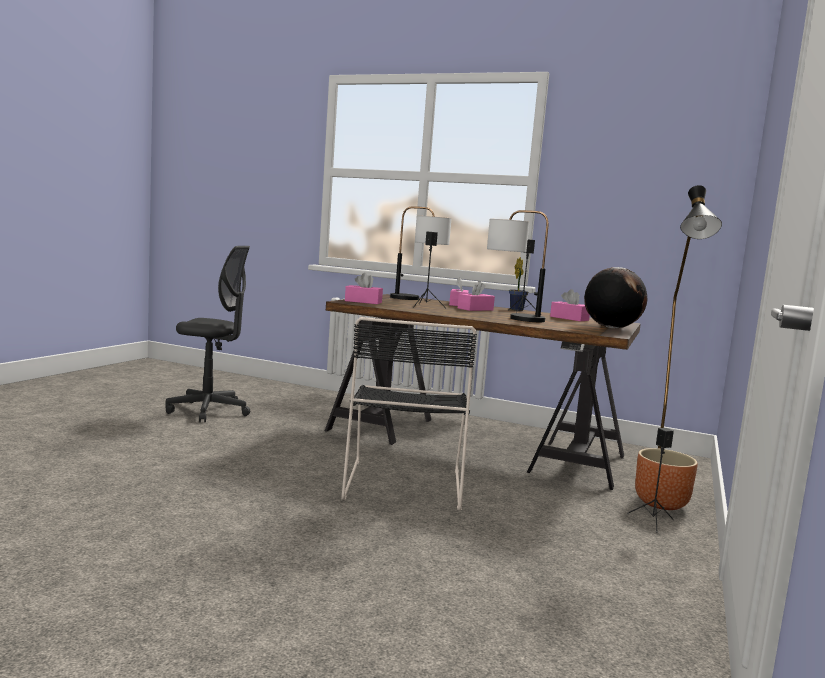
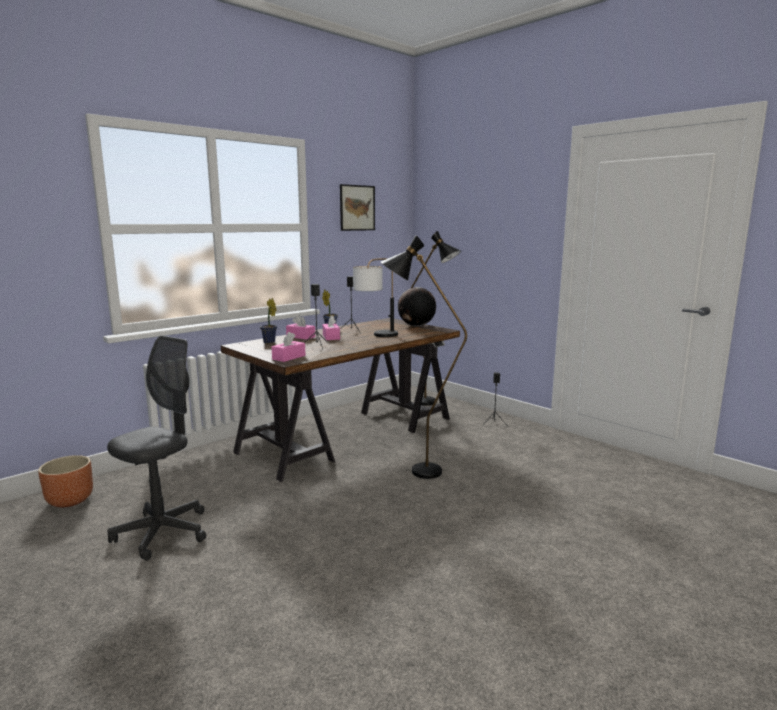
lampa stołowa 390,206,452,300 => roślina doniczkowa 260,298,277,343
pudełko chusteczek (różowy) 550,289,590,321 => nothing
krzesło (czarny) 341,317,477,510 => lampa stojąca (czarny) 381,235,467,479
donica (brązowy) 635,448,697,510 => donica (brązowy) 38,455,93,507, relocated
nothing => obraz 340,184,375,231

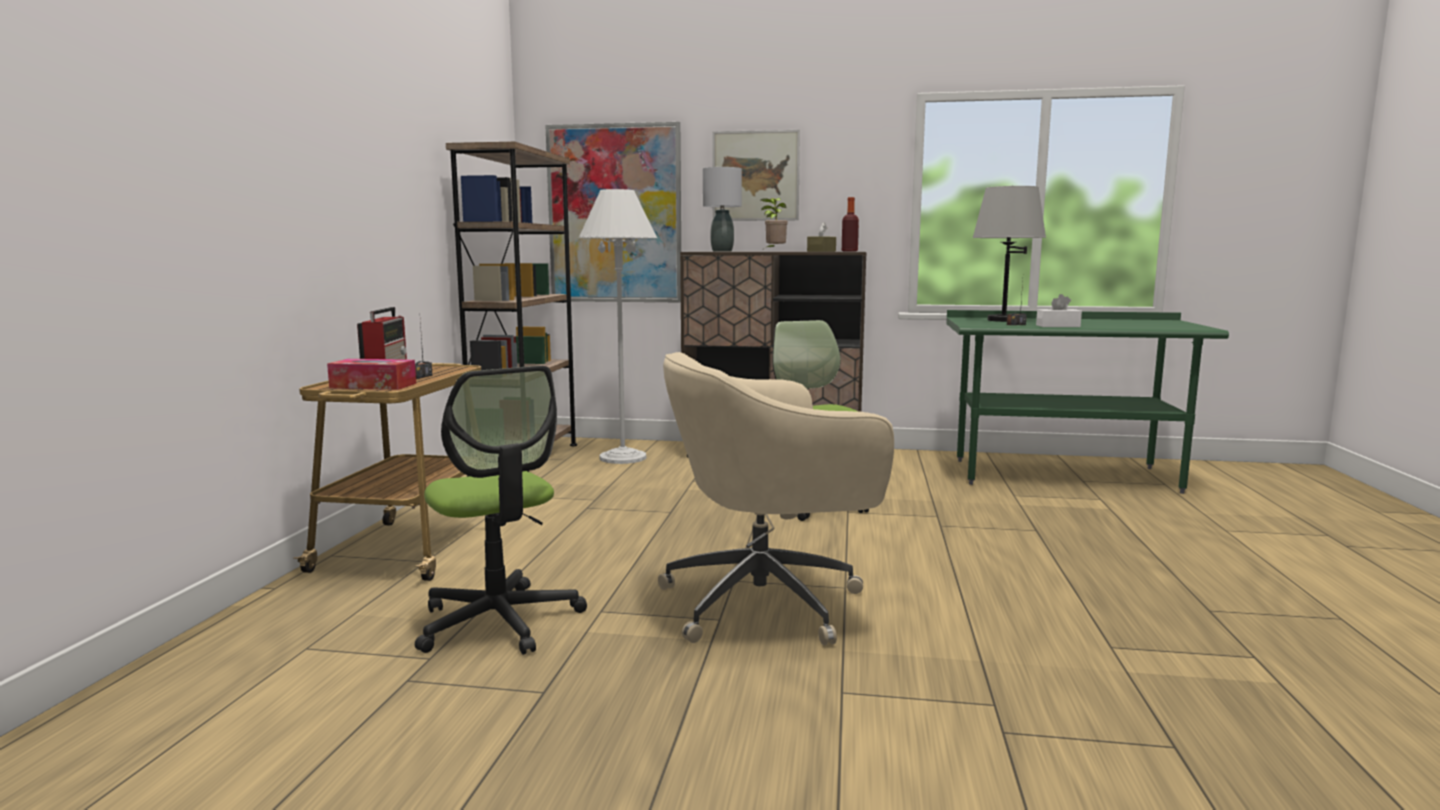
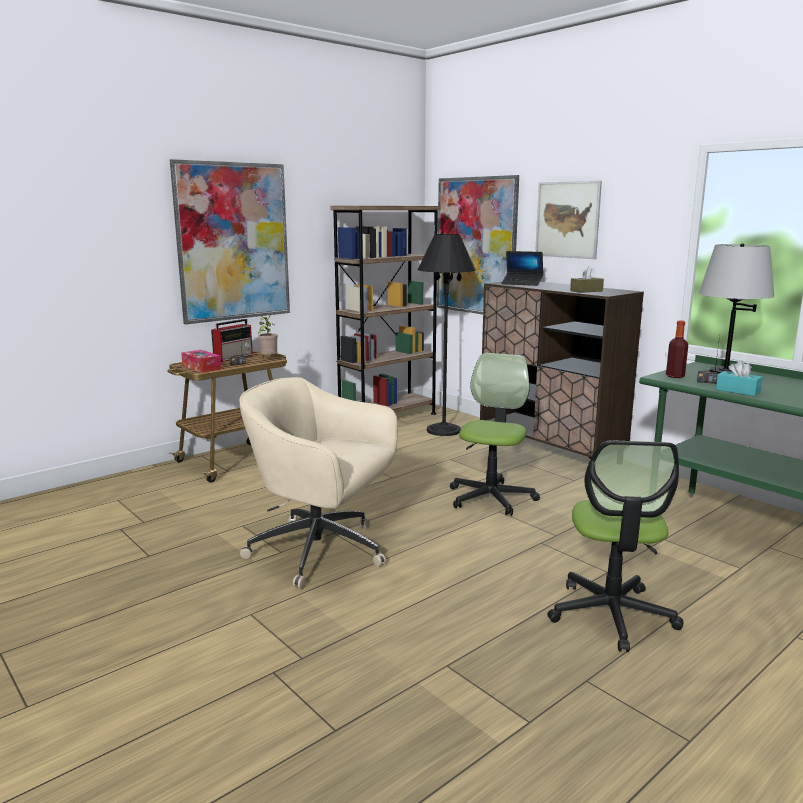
lampa stołowa (szary) 703,167,742,252 => laptop 501,251,543,286
lampa stojąca (biały) 579,189,657,464 => lampa stojąca (czarny) 417,234,476,436
butelka 842,197,859,252 => butelka 666,320,688,378, relocated
roślina doniczkowa 761,198,788,247 => roślina doniczkowa 258,315,278,357, relocated
pudełko chusteczek (biały) 1036,294,1082,327 => pudełko chusteczek (turkusowy) 716,360,763,396
krzesło biurowe 415,366,587,655 => krzesło biurowe 547,440,683,652, relocated
nothing => obraz 170,159,290,325

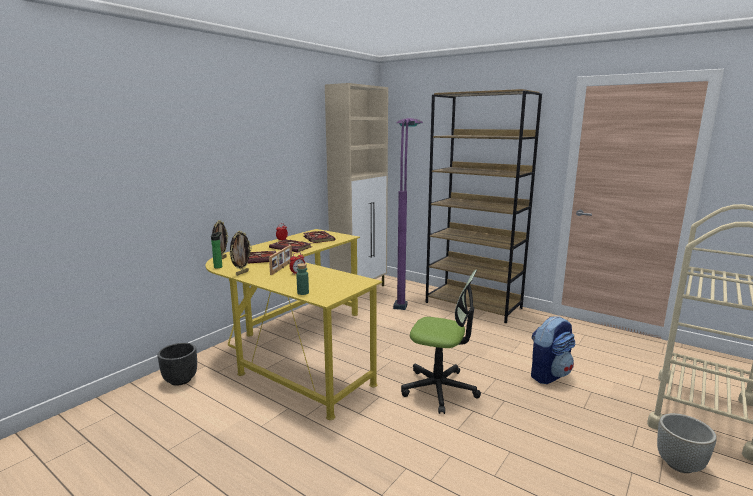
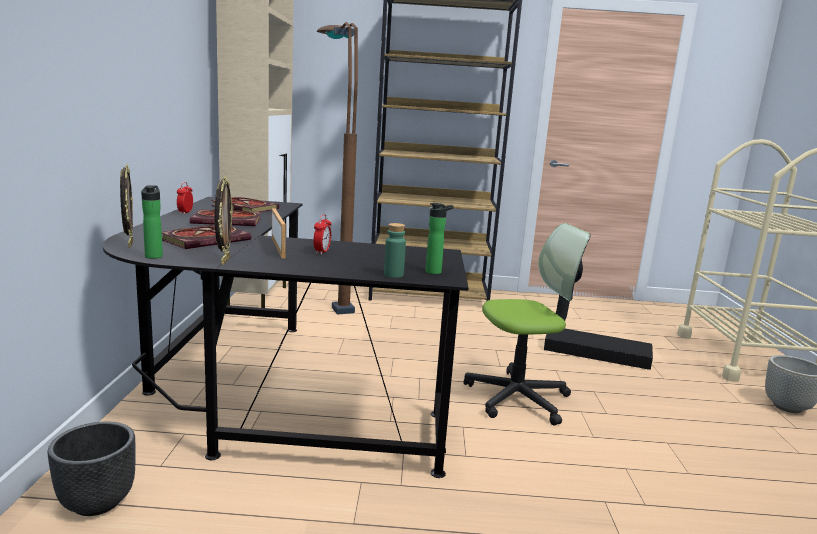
lampa stojąca (fioletowy) 393,118,423,310 => lampa stojąca (brązowy) 317,22,358,315
biurko (żółty) 205,229,382,420 => biurko (czarny) 103,197,468,478
plecak 531,316,575,384 => pojemnik do przechowywania (czarny) 544,329,653,370
nothing => butelka 425,203,454,274

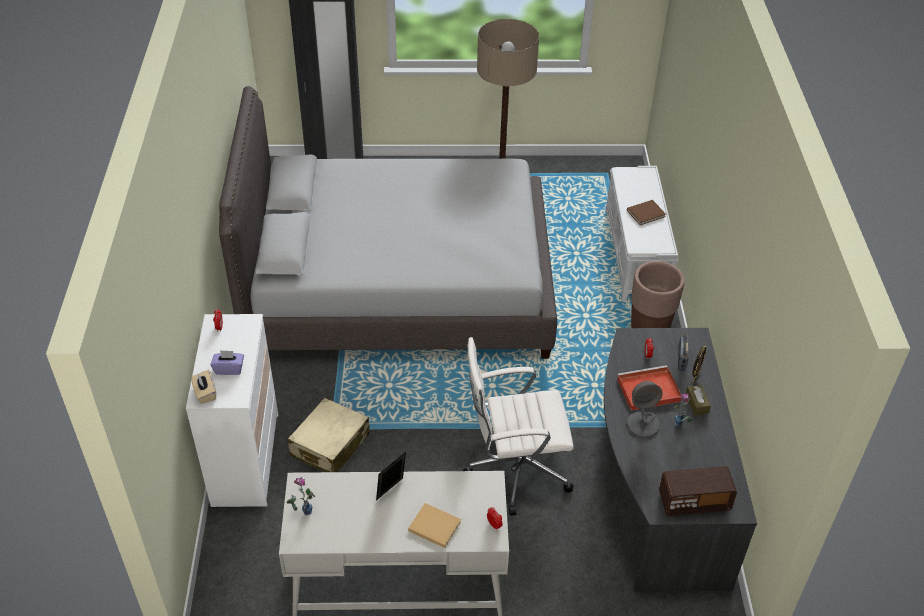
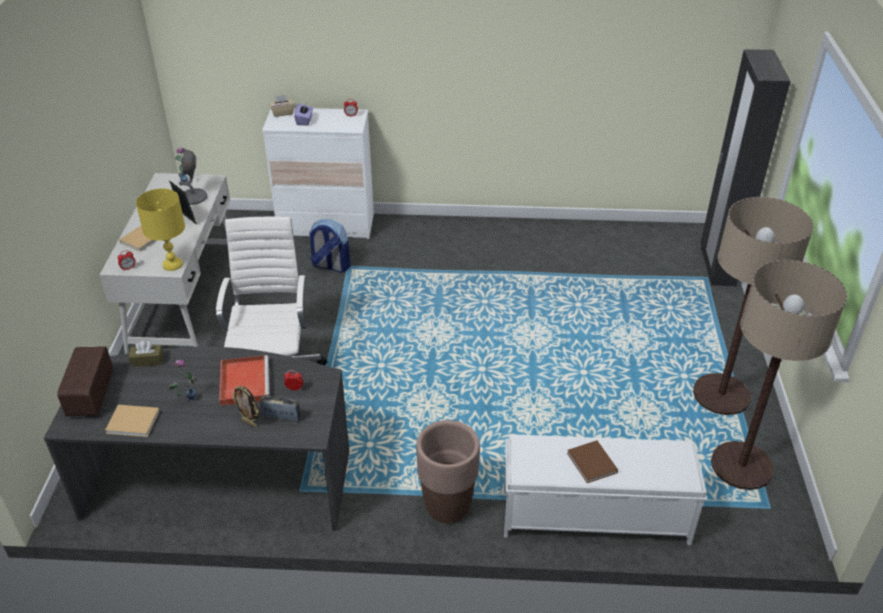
łóżko (szary) 219,86,557,359 => nothing
lampa stołowa (szary) 627,381,663,438 => lampa stołowa (szary) 179,148,207,205, relocated
pudełko chusteczek (brązowy) 686,385,711,416 => pudełko chusteczek (brązowy) 129,341,164,367, relocated
walizka (beżowy) 288,398,370,472 => plecak 309,219,351,273
nothing => lampa stołowa (żółty) 136,189,185,271
nothing => lampa stojąca 711,260,847,490
nothing => książka (beżowy) 105,405,160,437

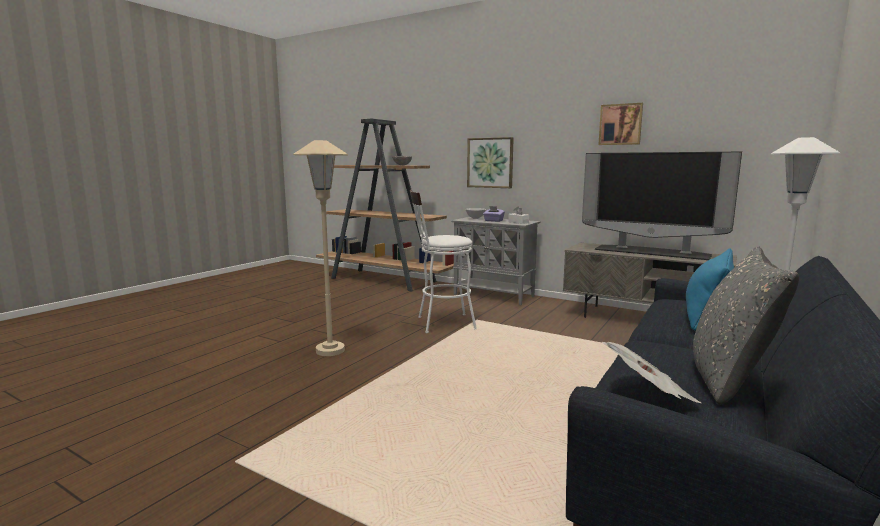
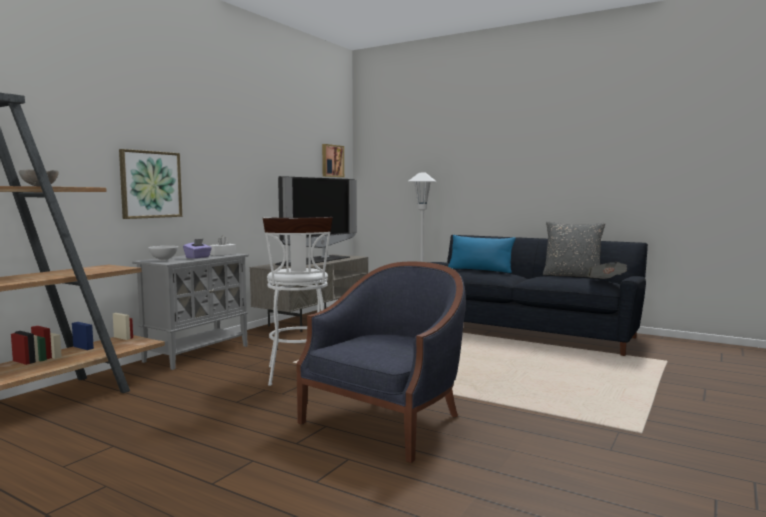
obraz 598,103,643,145 => obraz 322,144,344,177, relocated
lampa stojąca (beżowy) 293,140,348,356 => fotel (niebieski) 296,261,466,463

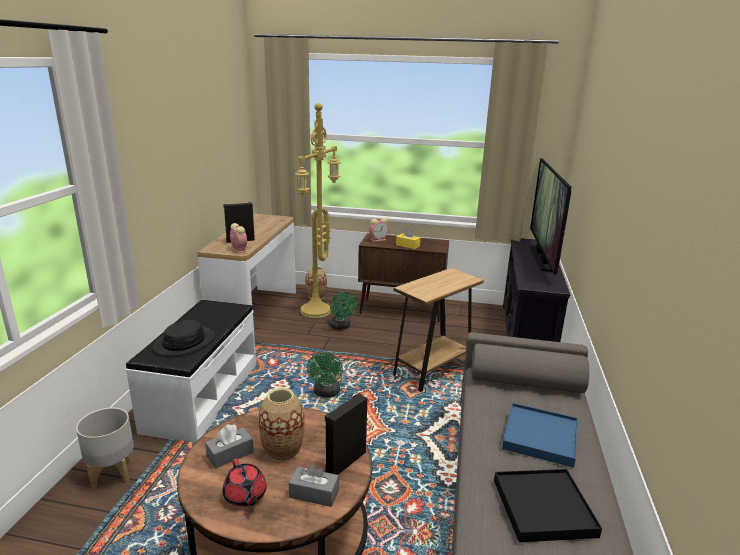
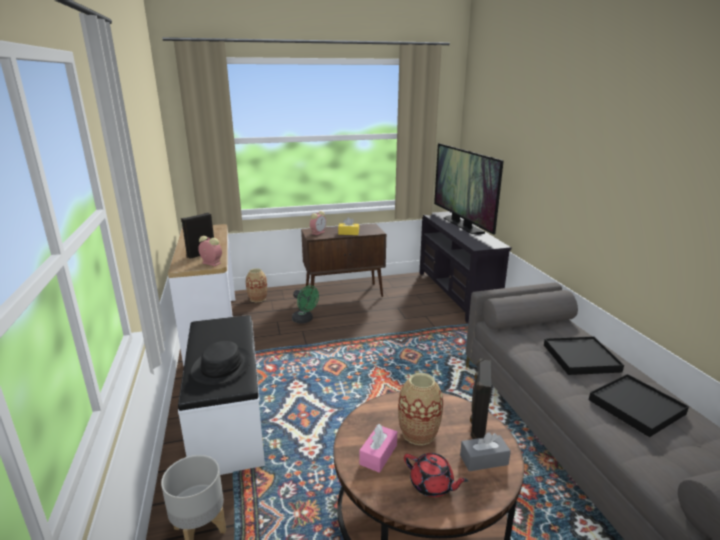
lampa stojąca (żółty) 295,103,341,318 => nothing
stolik (brązowy) 393,268,484,392 => nothing
wentylator (zielony) 307,352,343,397 => nothing
taca (niebieski) 502,403,578,468 => taca (czarny) 544,336,624,375
pudełko chusteczek (szary) 205,424,254,469 => pudełko chusteczek (różowy) 359,424,397,473

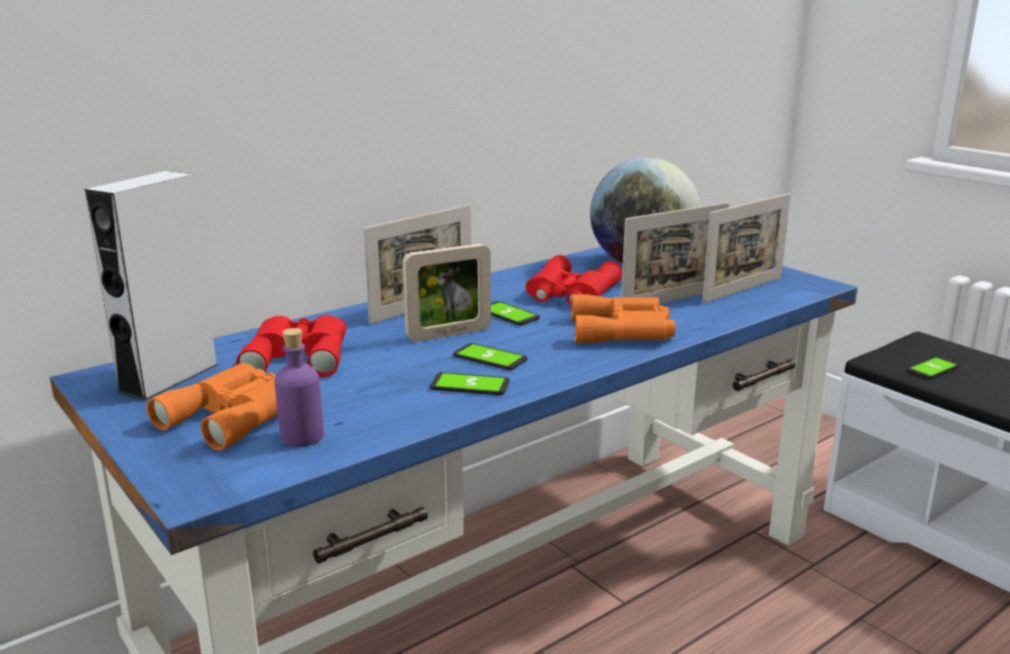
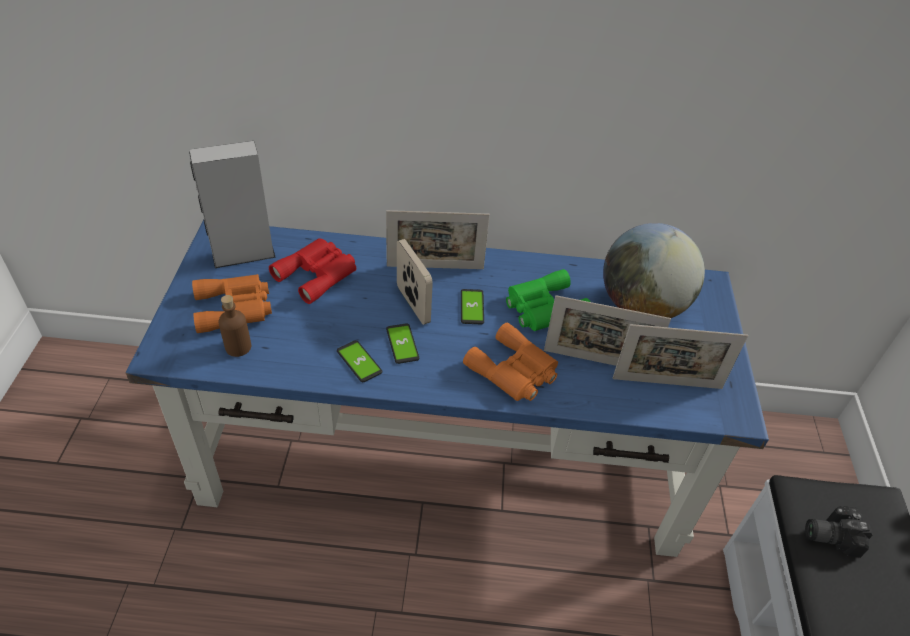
ramka na zdjęcie 402,243,491,342 => ramka na zdjęcie 397,239,433,325, 135 degrees counterclockwise
lornetka (czerwony) 526,255,622,306 => lornetka (zielony) 506,269,590,331
butelka (fioletowy) 274,328,324,447 => butelka (brązowy) 218,295,251,357
telefon 907,357,959,379 => aparat fotograficzny 805,506,873,558

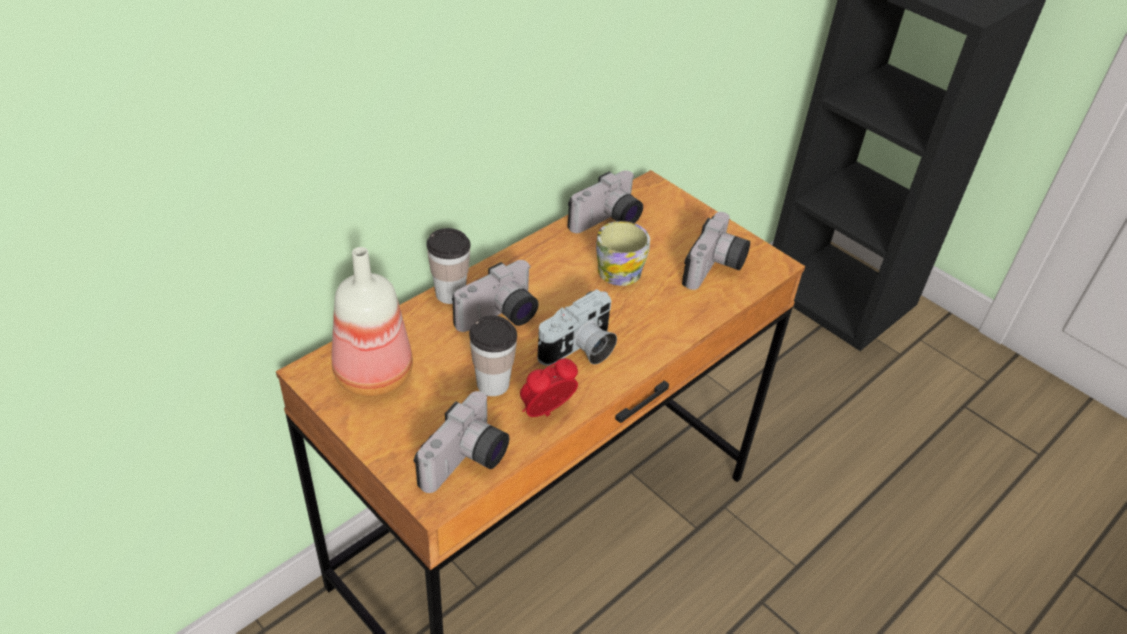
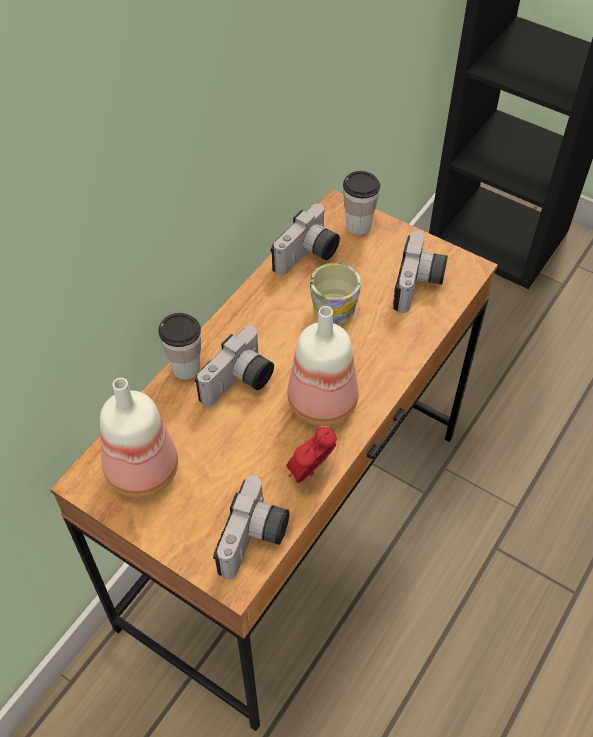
aparat fotograficzny 537,289,617,366 => butelka 287,306,359,426
filiżanka 469,315,517,396 => filiżanka 343,171,380,235, relocated

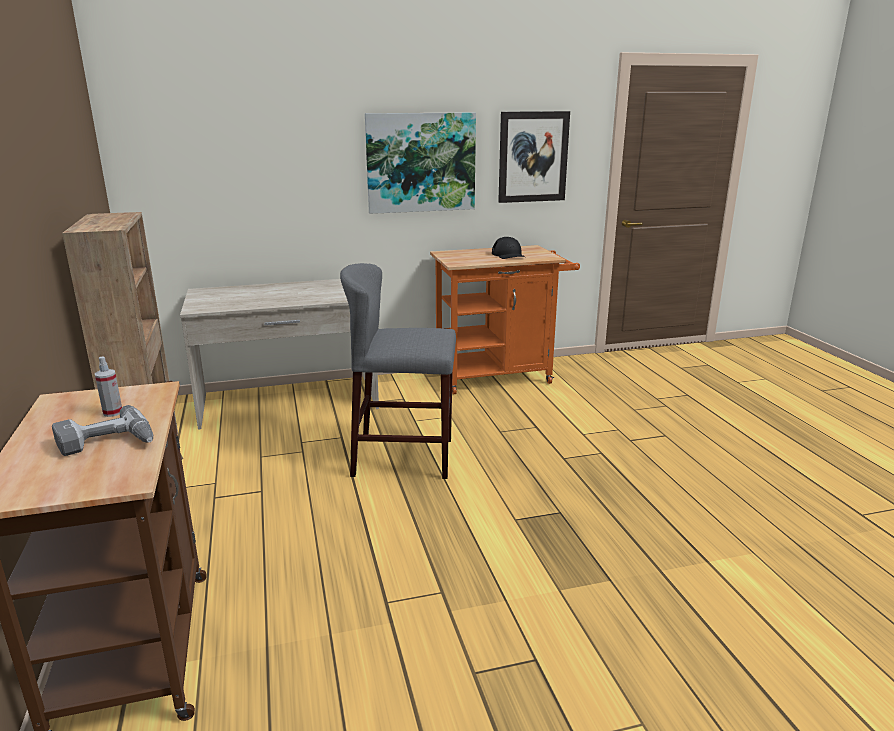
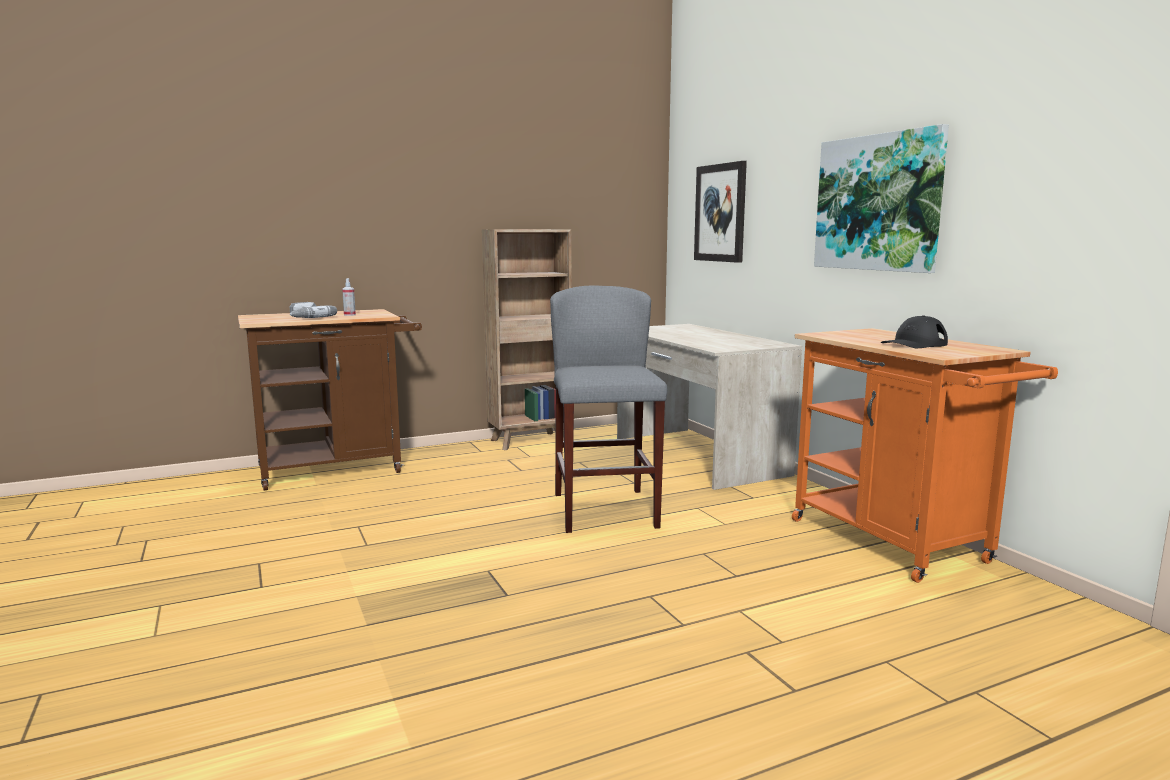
obraz 498,111,570,203 => obraz 694,161,747,263, relocated

